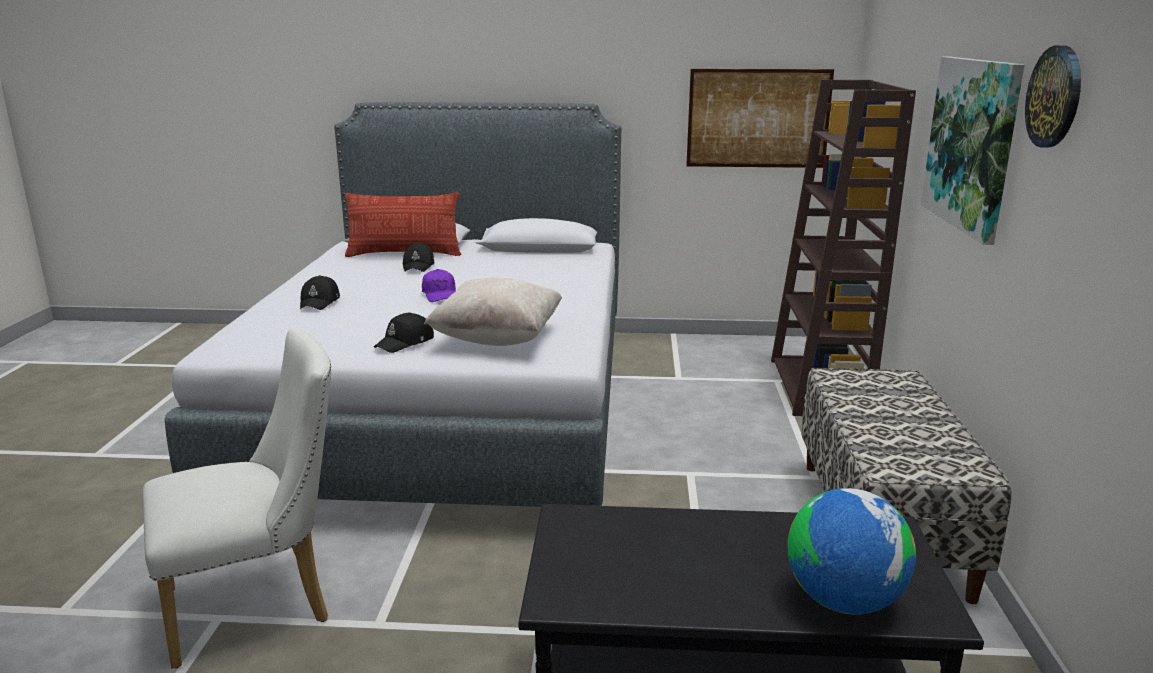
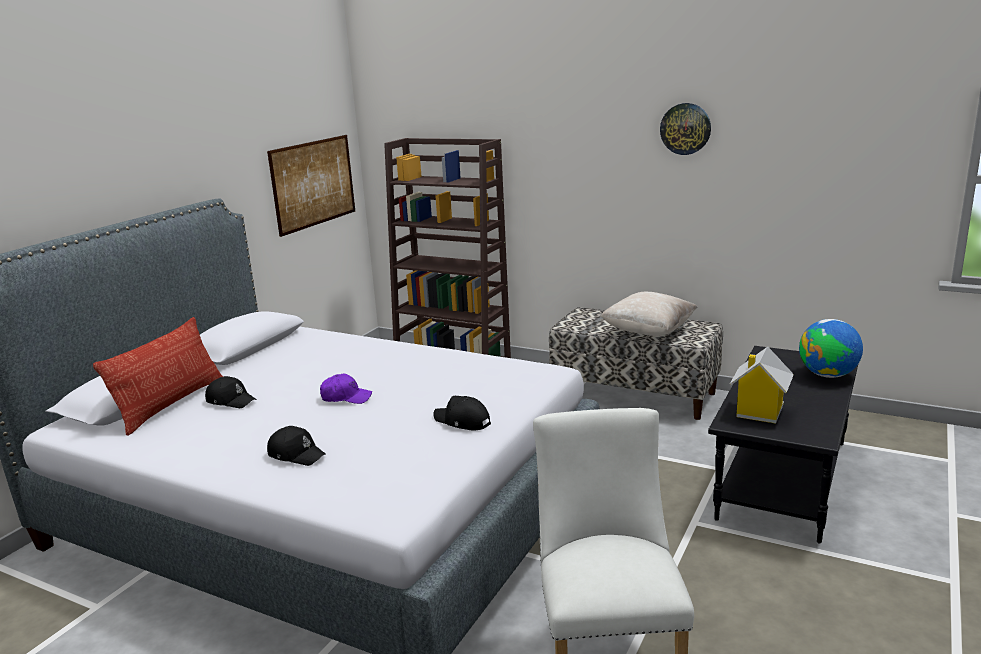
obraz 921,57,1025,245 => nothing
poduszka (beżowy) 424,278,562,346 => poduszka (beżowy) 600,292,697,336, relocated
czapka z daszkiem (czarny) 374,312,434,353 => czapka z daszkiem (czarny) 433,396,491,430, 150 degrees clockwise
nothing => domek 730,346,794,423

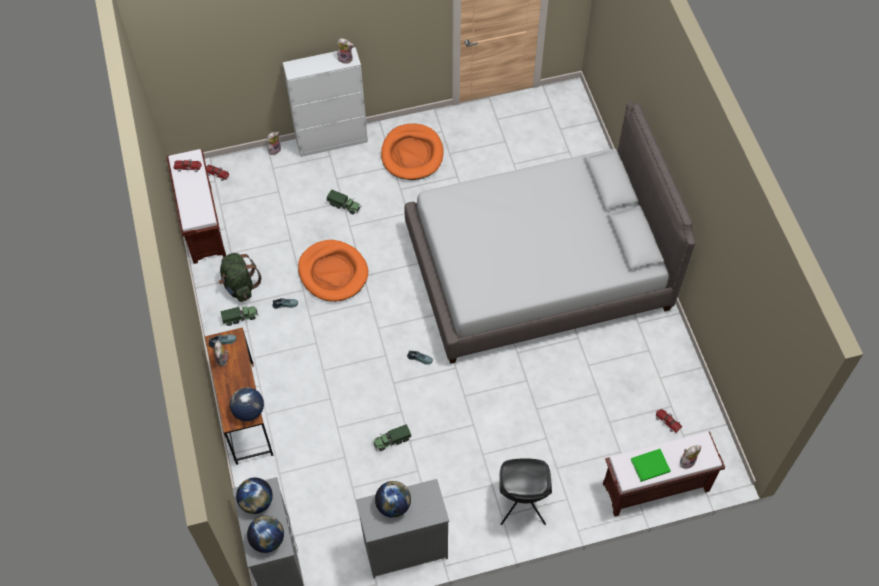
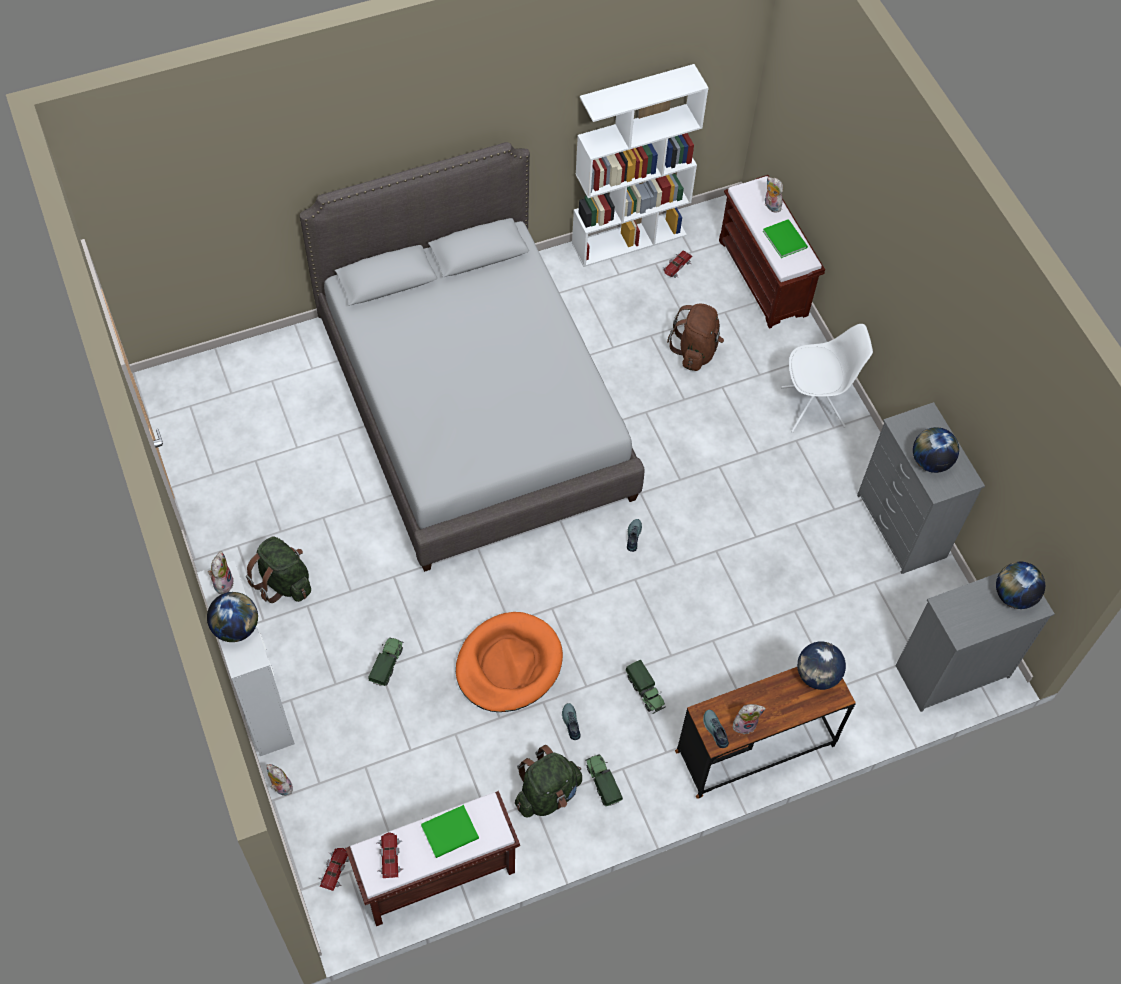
legowisko (pomarańczowy) 381,123,443,180 => plecak (zielony) 246,537,311,603
ciężarówka zabawkowa 373,424,411,451 => ciężarówka zabawkowa 626,660,666,714, relocated
krzesło (czarny) 499,459,552,525 => krzesło (biały) 781,324,873,433
globus 236,478,273,514 => globus 207,592,258,642, relocated
nothing => regał (biały) 572,64,708,267
nothing => plecak (brązowy) 667,303,724,371
nothing => książka (zielony) 421,805,479,858

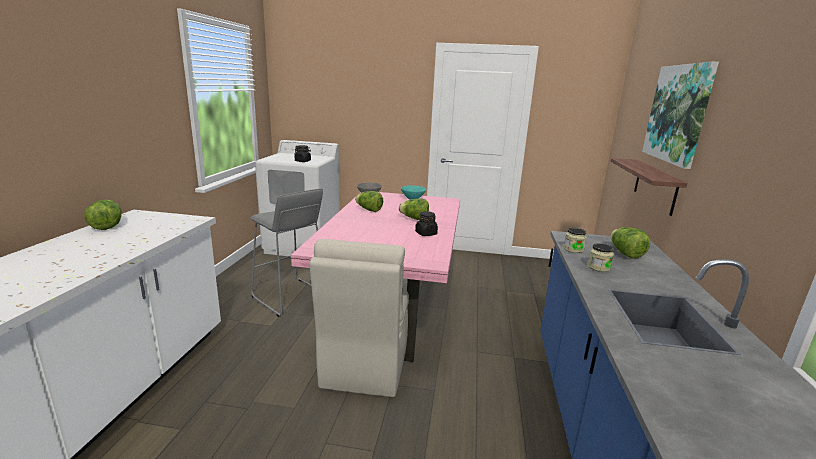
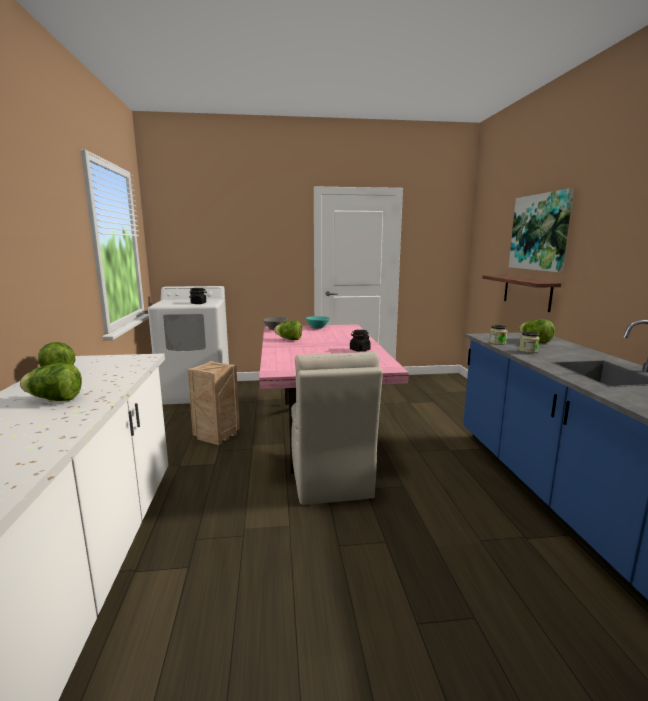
stołek (szary) 250,188,323,317 => skrzynka 187,361,240,445
sałata 399,198,429,220 => sałata 20,363,82,401, relocated

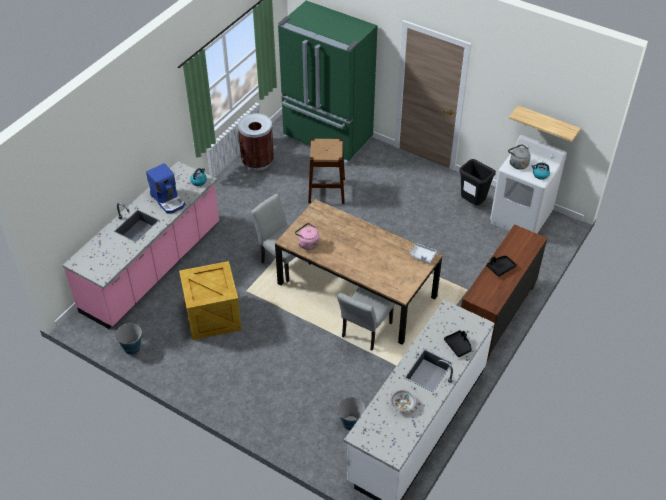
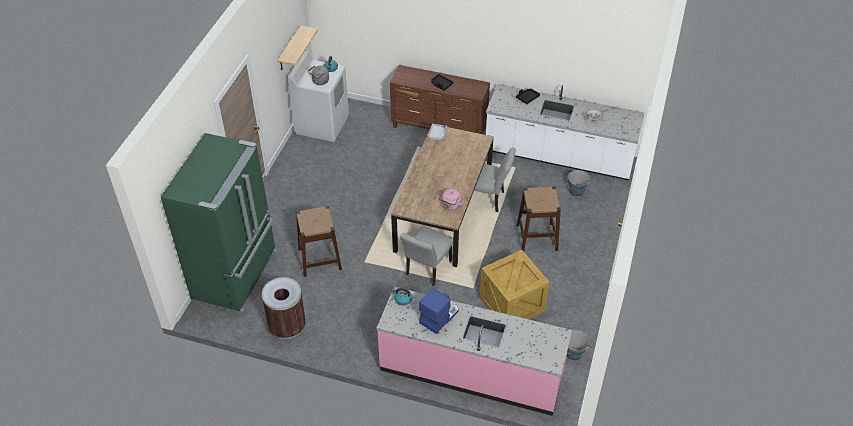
kosz na śmieci (czarny) 459,159,496,205 => nothing
nothing => stołek (brązowy) 517,187,561,251

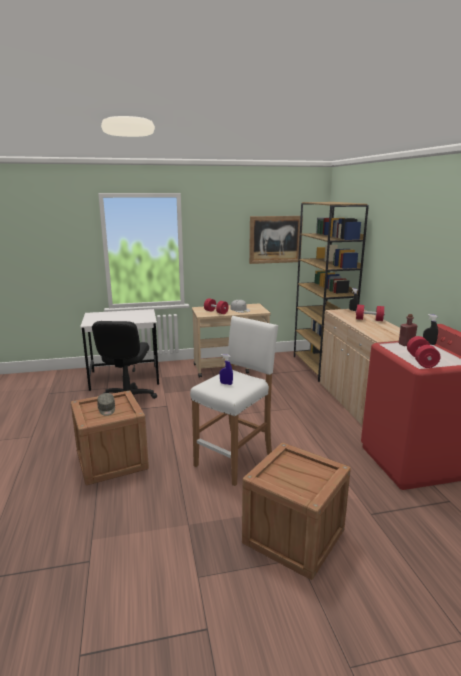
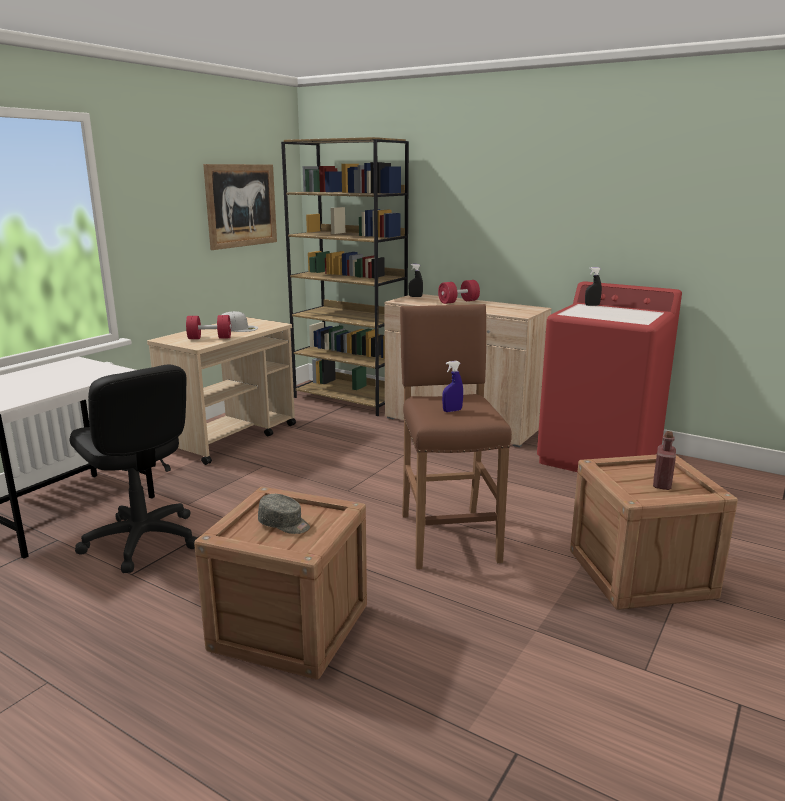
butelka (czerwony) 399,314,417,346 => butelka (czerwony) 653,431,676,490, relocated
stołek (biały) 190,316,278,486 => stołek (brązowy) 400,304,512,569
hantel (czerwony) 407,336,440,368 => nothing

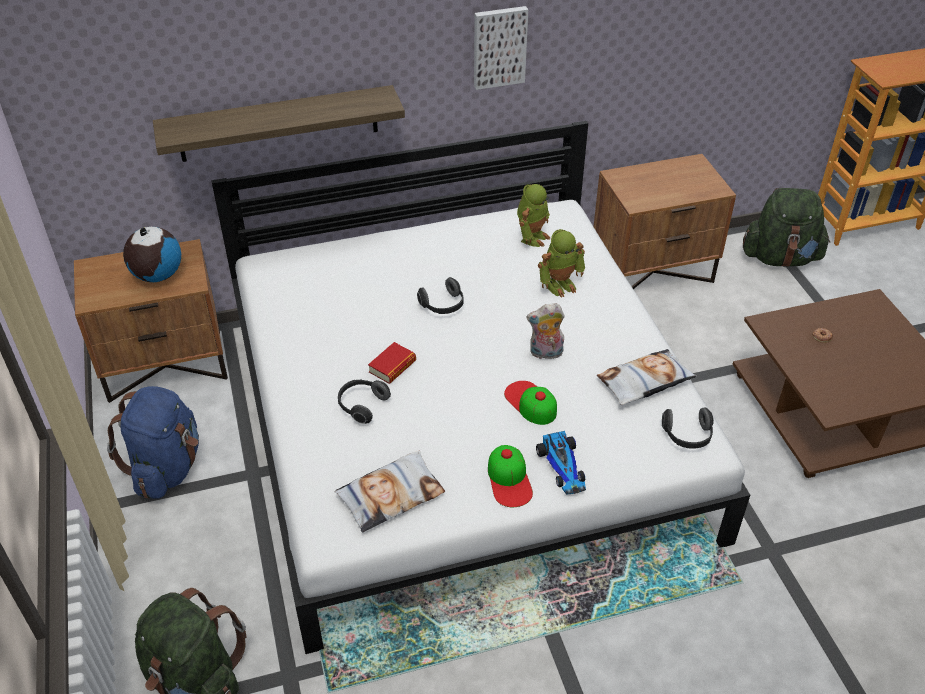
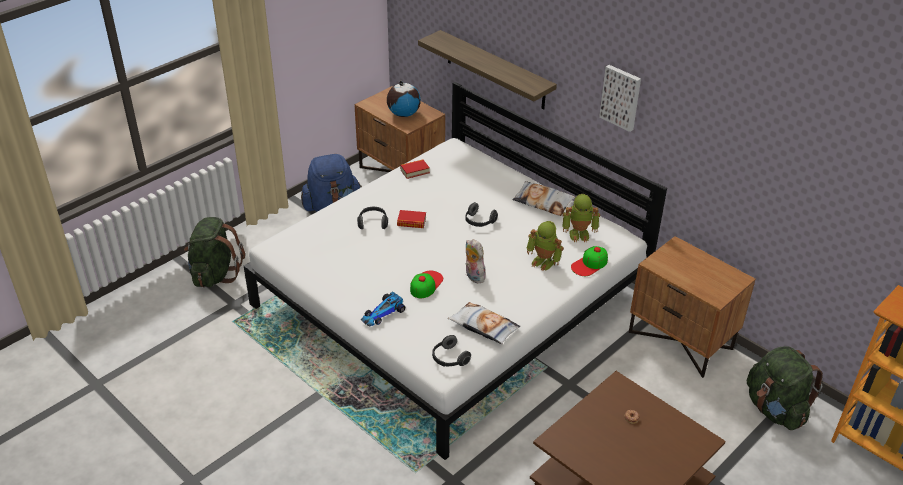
czapka z daszkiem 488,445,533,507 => czapka z daszkiem 571,246,608,276, relocated
poduszka 335,451,445,532 => poduszka 512,181,575,216, relocated
nothing => książka 400,159,430,179

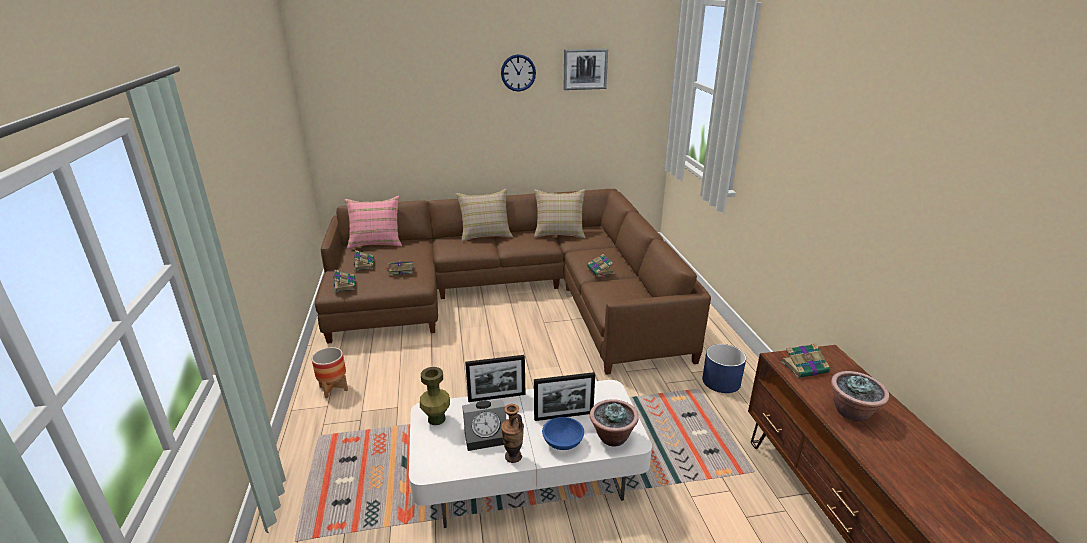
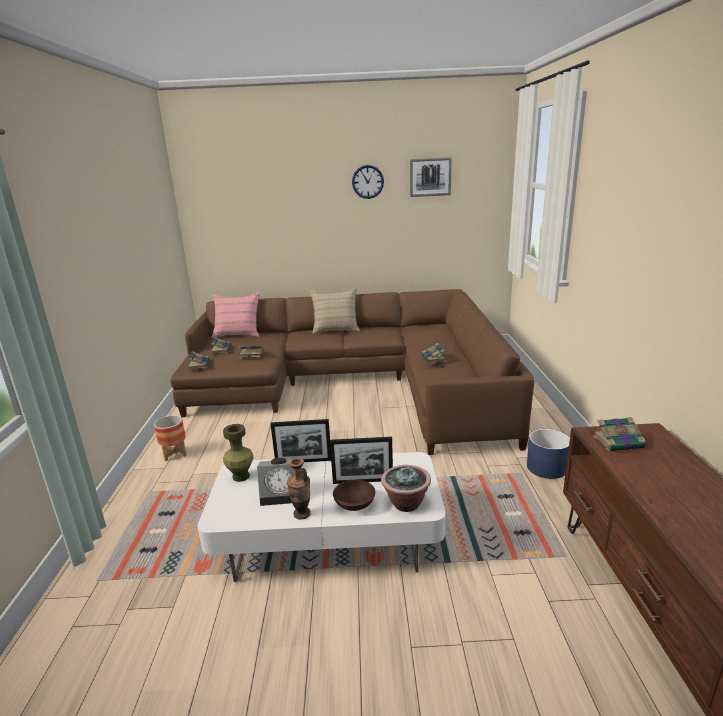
poduszka (beżowy) 534,189,585,238 => nothing
roślina doniczkowa 831,371,890,422 => nothing
miska (niebieski) 542,417,584,450 => miska (brązowy) 333,480,375,511

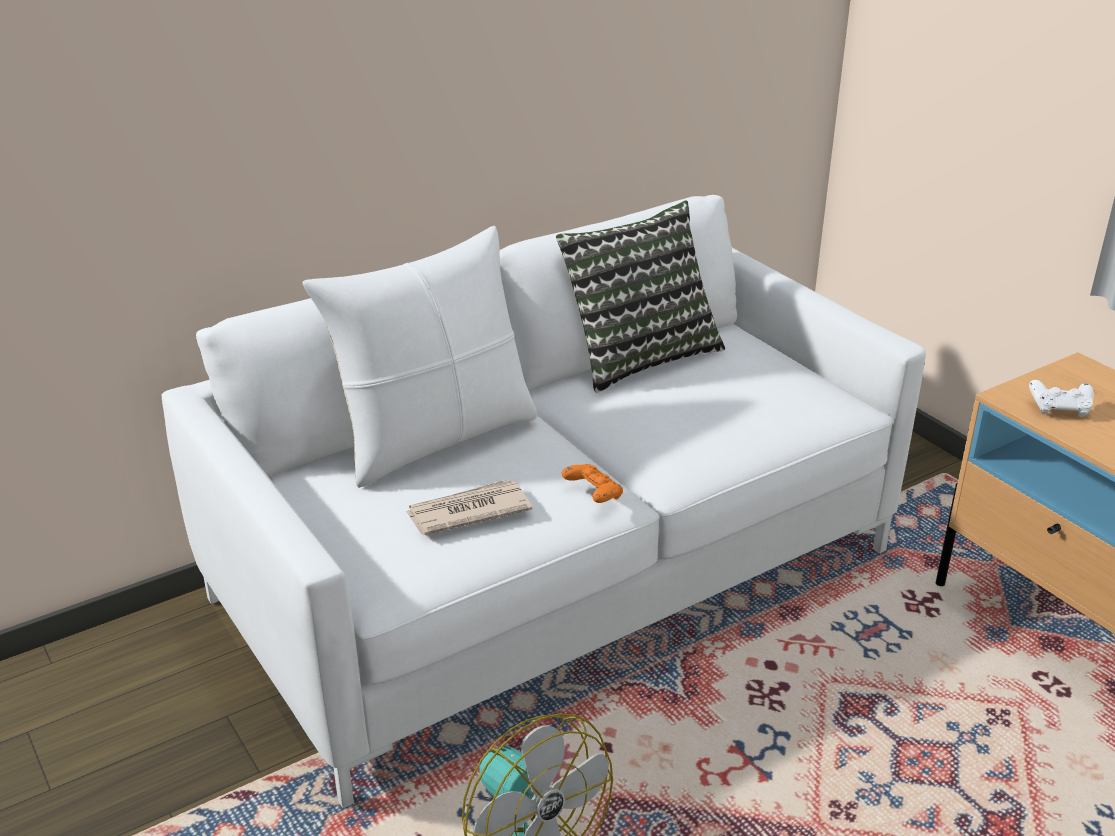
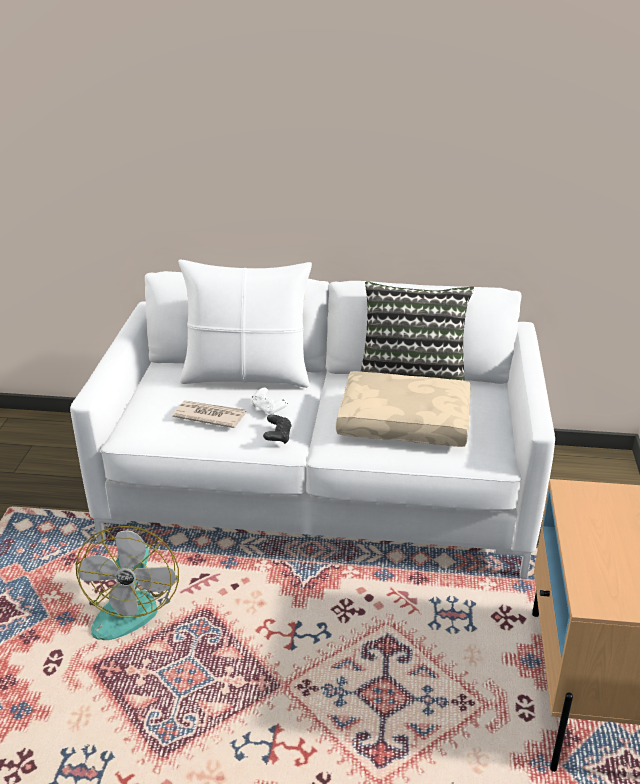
pad do gier (biały) 1029,380,1094,417 => pad do gier (biały) 250,387,288,415, relocated
pad do gier (pomarańczowy) 562,464,623,503 => pad do gier (czarny) 263,415,292,444
nothing => poduszka (beżowy) 336,371,471,447

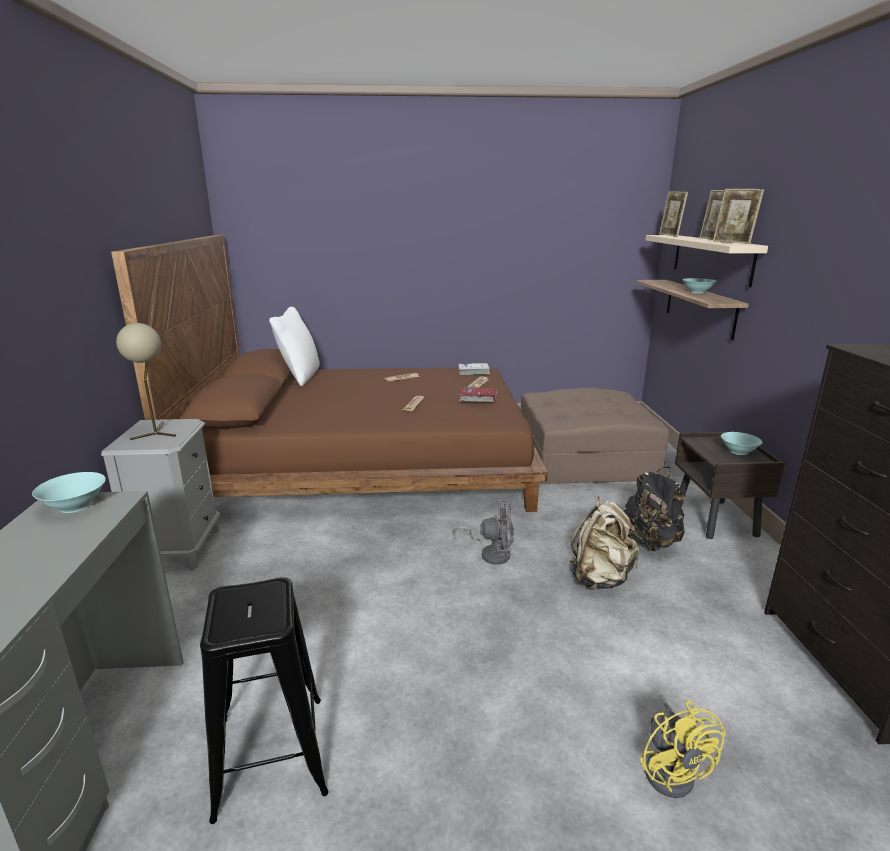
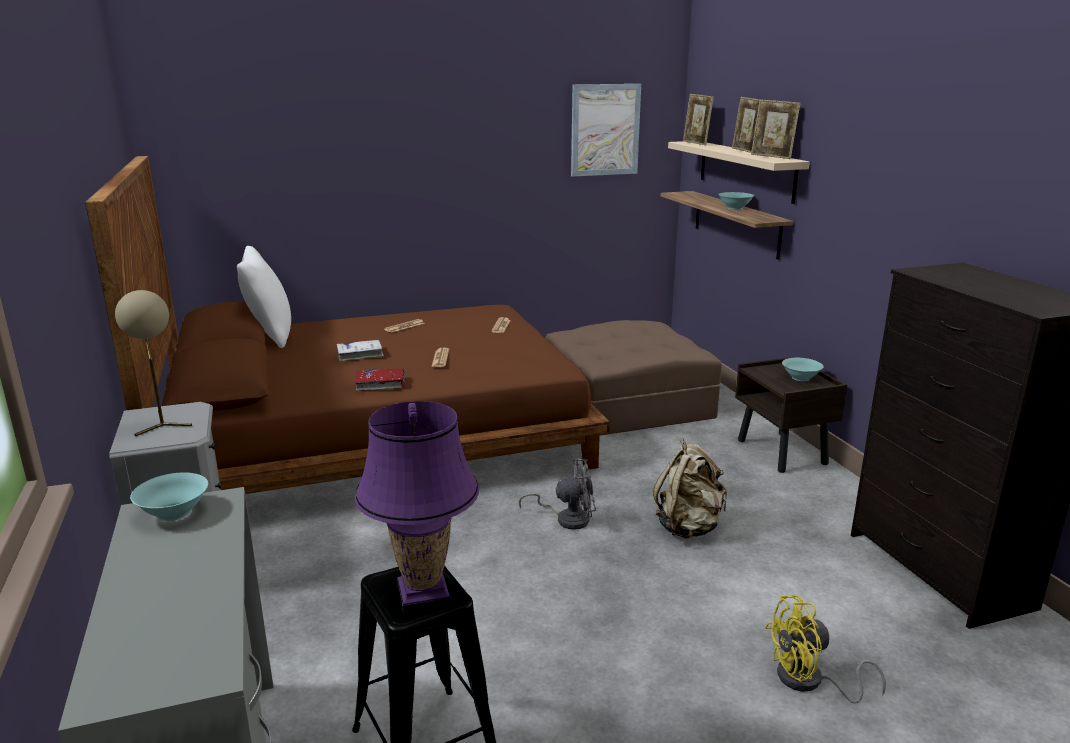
książka (biały) 458,363,490,375 => książka (biały) 337,340,384,361, relocated
książka (czerwony) 459,387,497,402 => książka (czerwony) 354,369,405,391, relocated
plecak (czarny) 623,467,685,551 => nothing
wentylator (żółty) 640,695,726,798 => wentylator (żółty) 765,595,886,704, 105 degrees clockwise
nothing => obraz 571,84,641,177
nothing => lampa stołowa (fioletowy) 355,401,479,613

